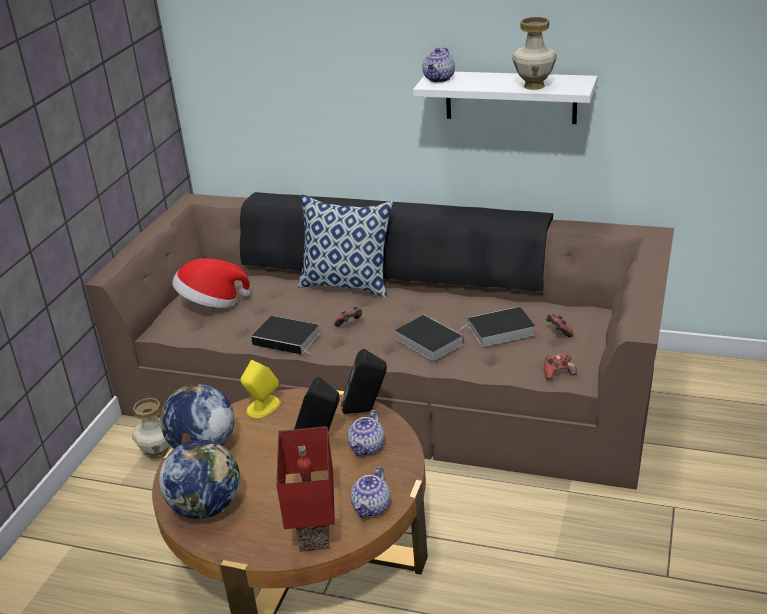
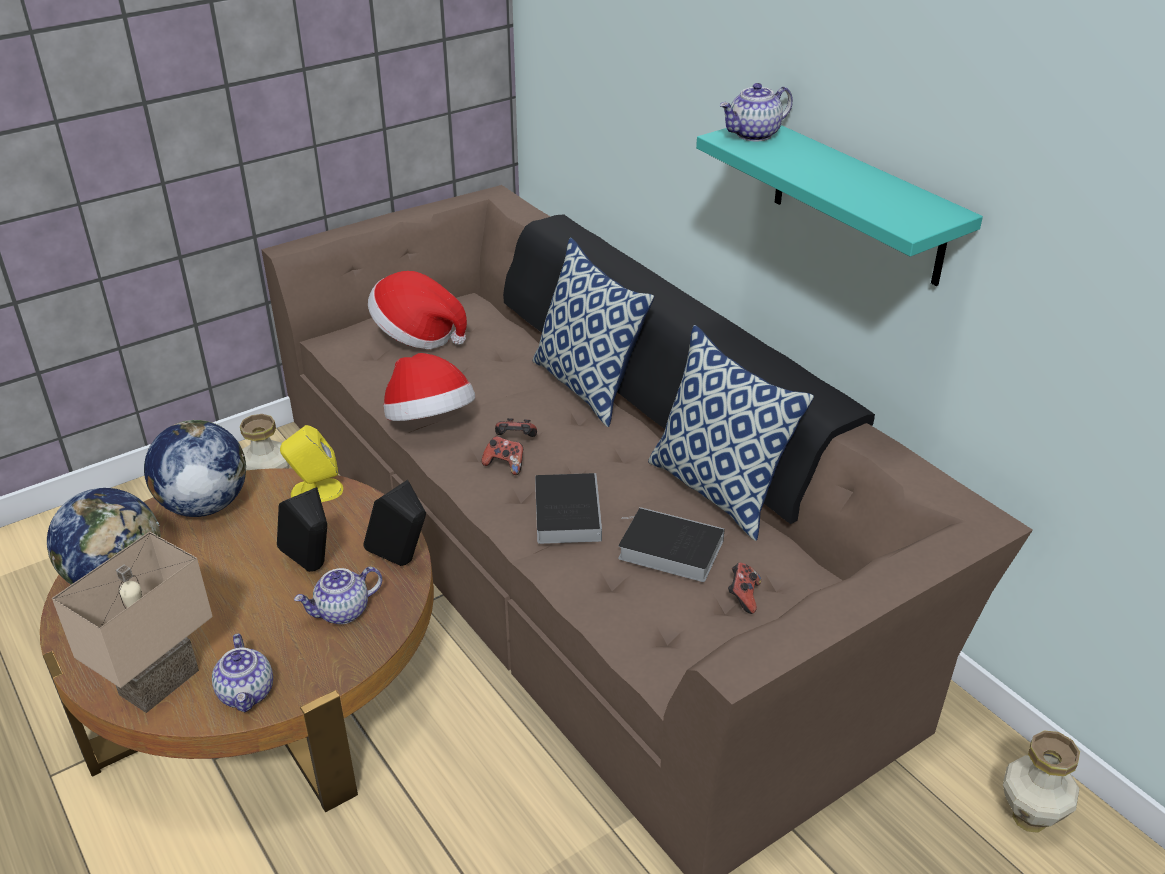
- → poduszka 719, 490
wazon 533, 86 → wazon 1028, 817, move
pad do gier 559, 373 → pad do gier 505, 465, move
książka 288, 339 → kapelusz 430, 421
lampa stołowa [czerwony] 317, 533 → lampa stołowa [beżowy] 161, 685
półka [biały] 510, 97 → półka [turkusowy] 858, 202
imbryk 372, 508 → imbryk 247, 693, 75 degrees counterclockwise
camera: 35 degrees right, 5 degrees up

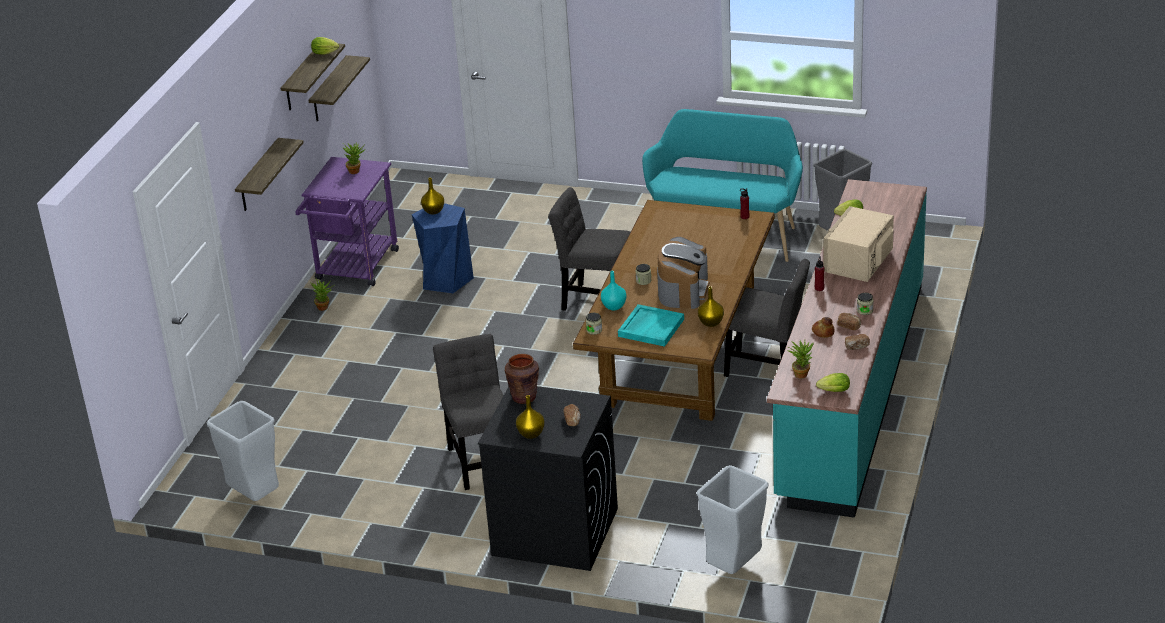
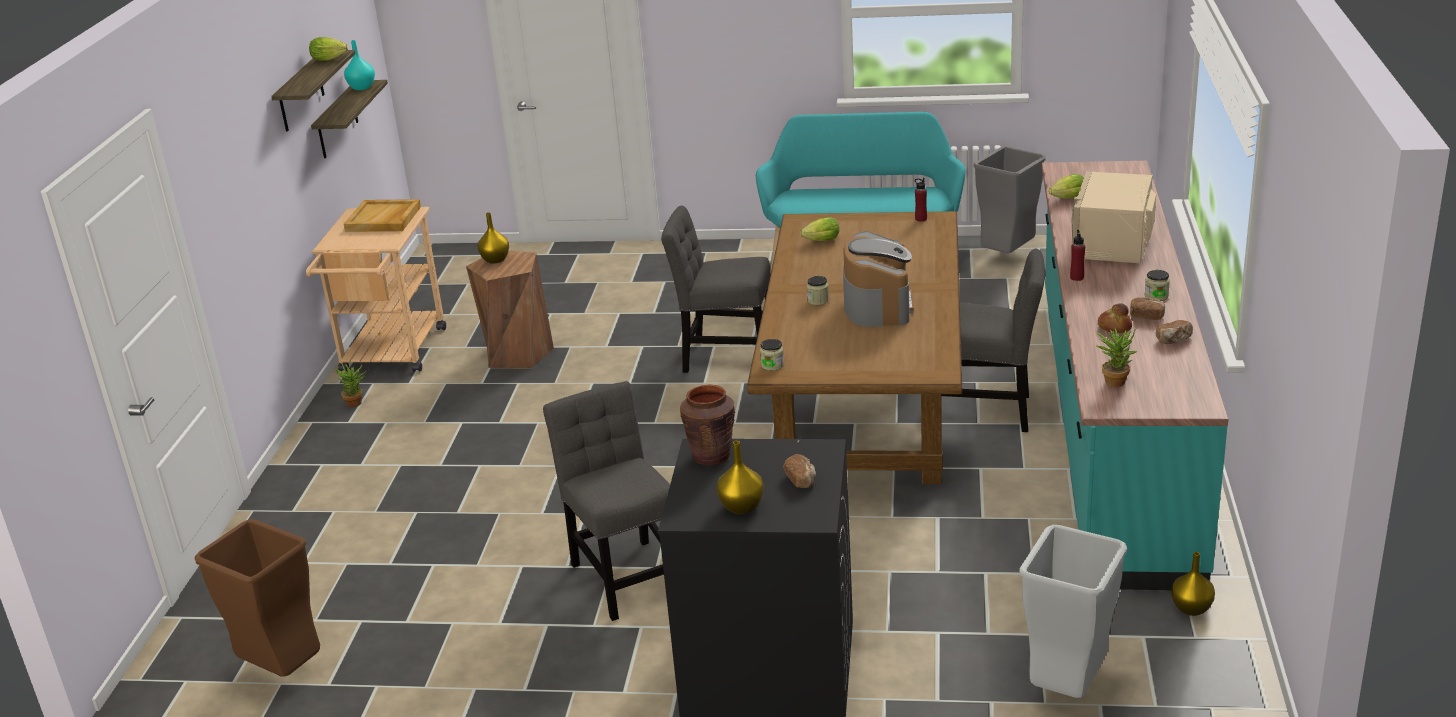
półka 259, 176 → -
taca [turkusowy] 651, 327 → -
wazon [turkusowy] 614, 306 → wazon [turkusowy] 362, 87, move
wazon [żółty] 710, 323 → wazon [żółty] 1191, 609, move
sałata 832, 391 → sałata 820, 241, move
roślina doniczkowa 356, 171 → taca [beżowy] 384, 219
kosz na śmieci [szary] 255, 497 → kosz na śmieci [brązowy] 283, 671
wózek [fioletowy] 354, 269 → wózek [beżowy] 391, 355
stołek [niebieski] 446, 279 → stołek [brązowy] 517, 354
camera: 10 degrees left, 5 degrees down

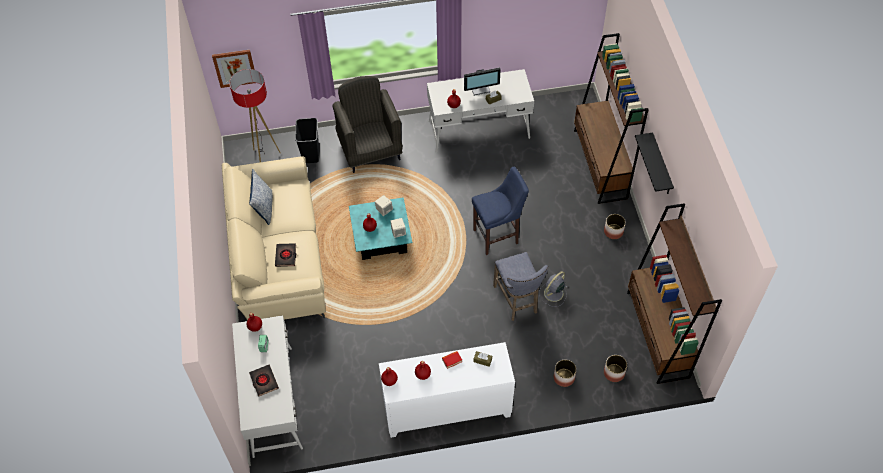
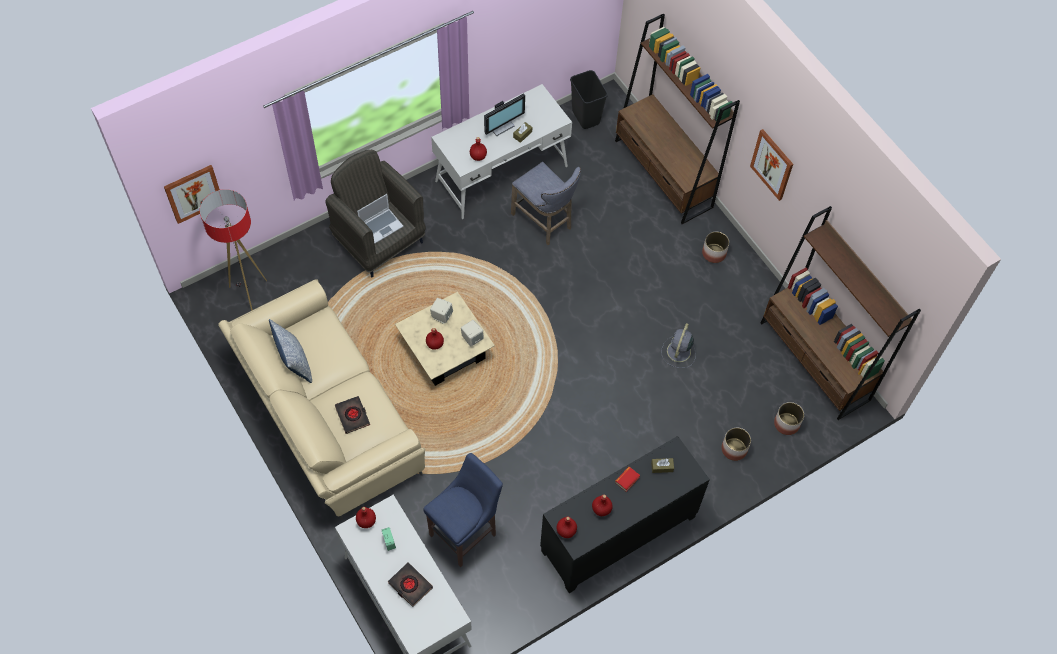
- → laptop 381, 226
kosz na śmieci [czarny] 311, 154 → kosz na śmieci [czarny] 586, 117, move
stołek [niebieski] 498, 236 → stołek [niebieski] 465, 533, move
stołek [szary] 517, 301 → stołek [szary] 544, 222, move
półka [czarny] 661, 165 → obraz 772, 164
ława [turkusowy] 381, 238 → ława [beżowy] 445, 350
szafka [biały] 447, 409 → szafka [czarny] 618, 535
camera: 25 degrees left, 5 degrees up

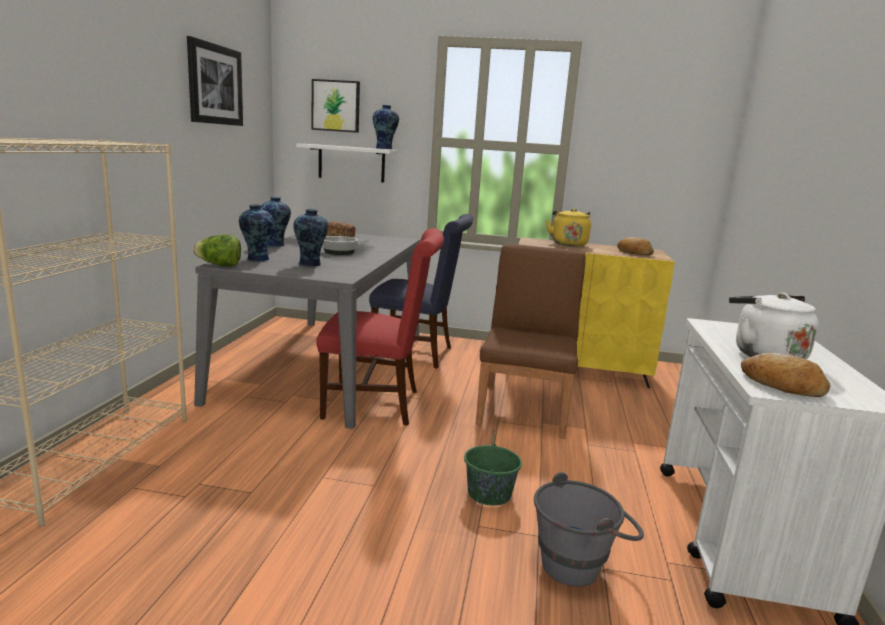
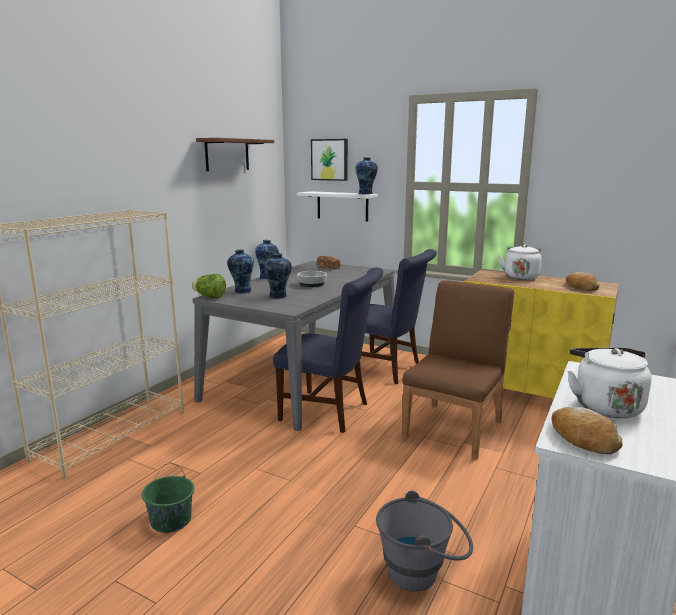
wiadro [zielony] 489, 494 → wiadro [zielony] 170, 520, move
obraz 215, 84 → półka [brązowy] 227, 154
krzesło [czerwony] 379, 404 → krzesło [niebieski] 330, 412
czajnik [żółty] 568, 244 → czajnik [biały] 520, 277
camera: 20 degrees right, 0 degrees up

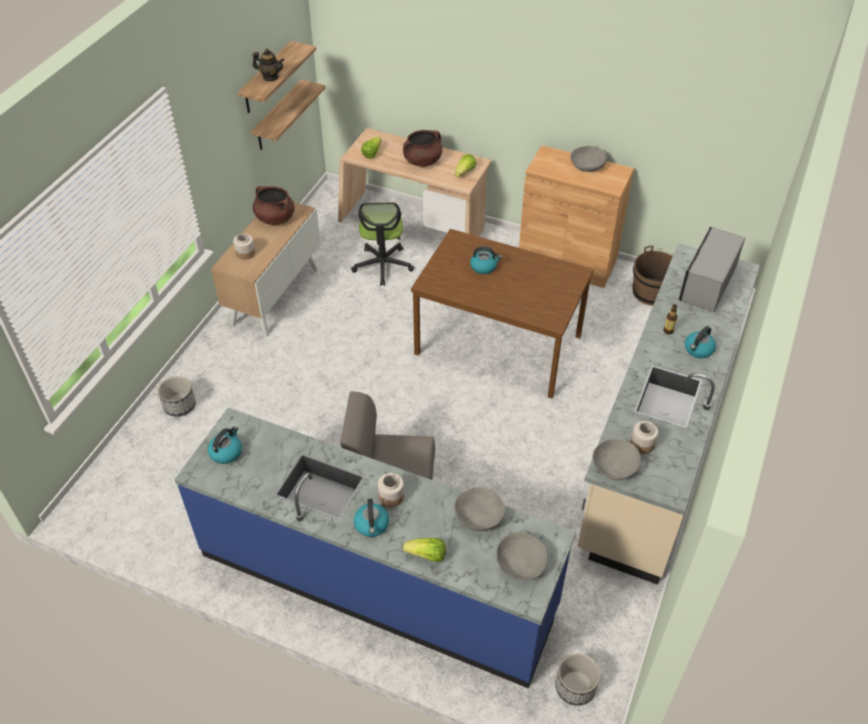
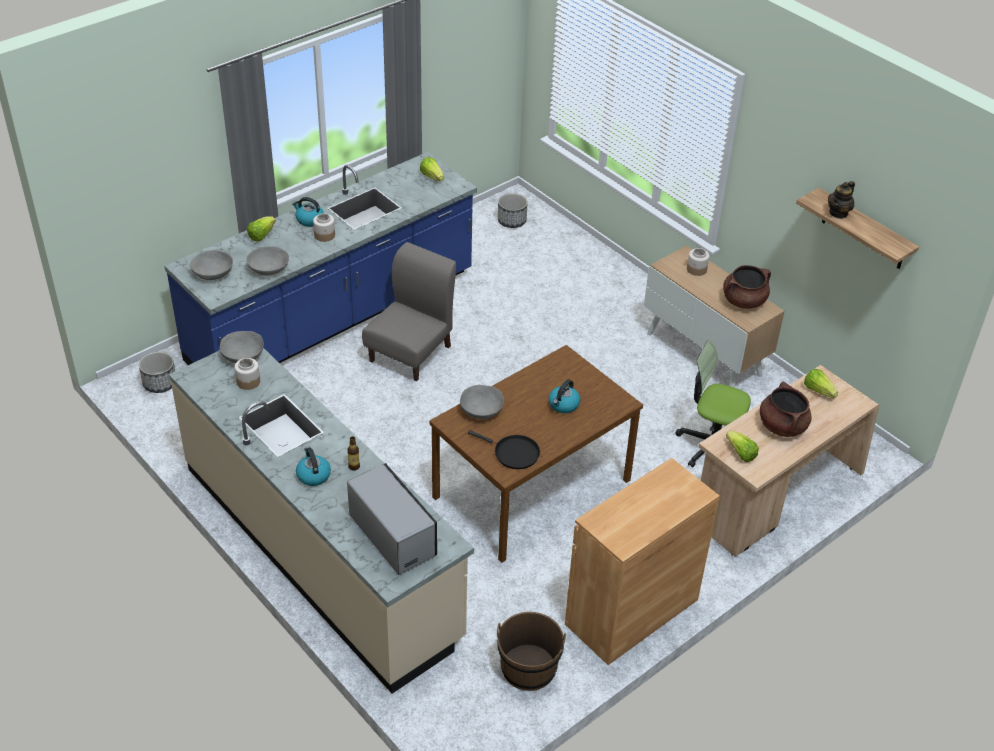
półka 278, 116 → -
- → patelnia [czarny] 513, 453
donica 179, 405 → donica 512, 221, move
miska [szary] 587, 166 → miska [szary] 481, 410, move
czajnik 226, 452 → sałata 432, 176
camera: 115 degrees right, 5 degrees down

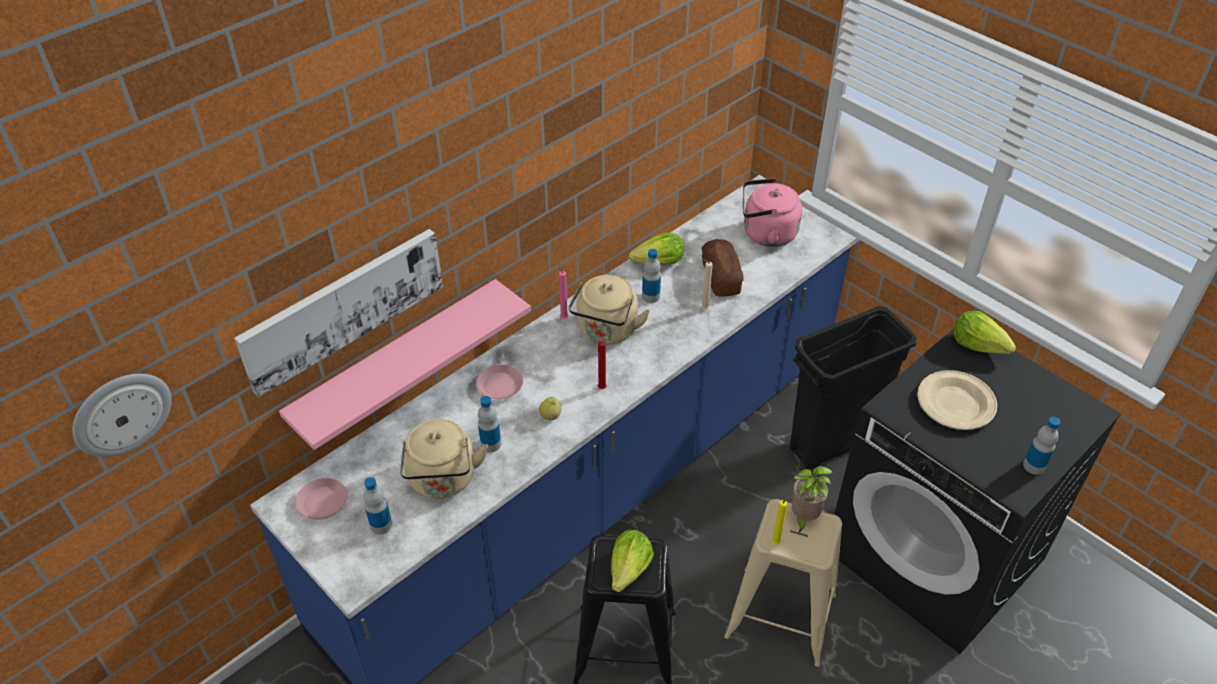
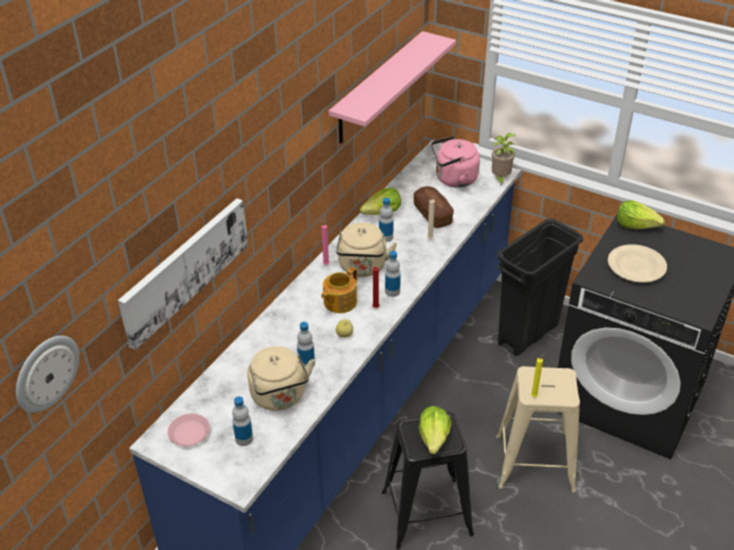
talerz [różowy] 500, 385 → -
- → imbryk 339, 302
półka [różowy] 397, 363 → półka [różowy] 378, 88, move
roślina doniczkowa 803, 518 → roślina doniczkowa 500, 179, move
butelka 1034, 466 → butelka 392, 291, move
camera: 15 degrees left, 5 degrees down

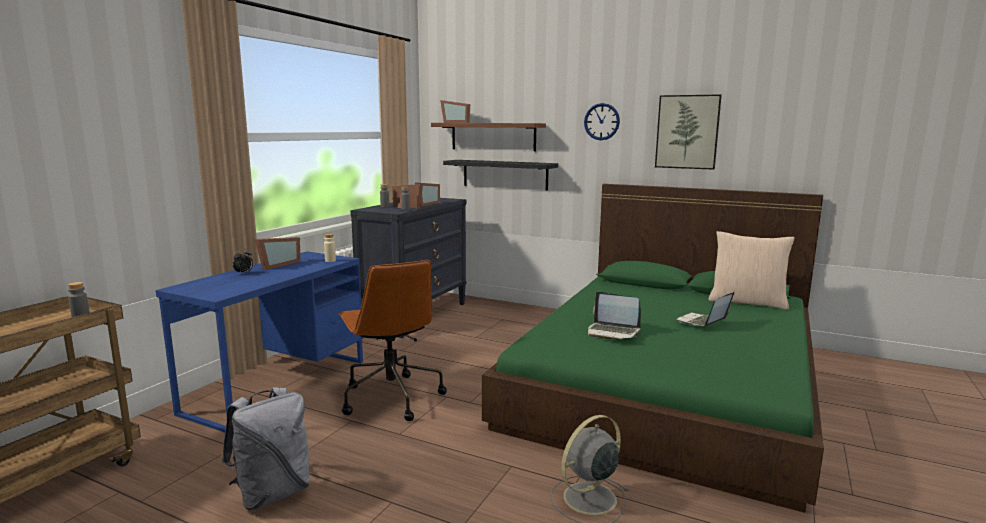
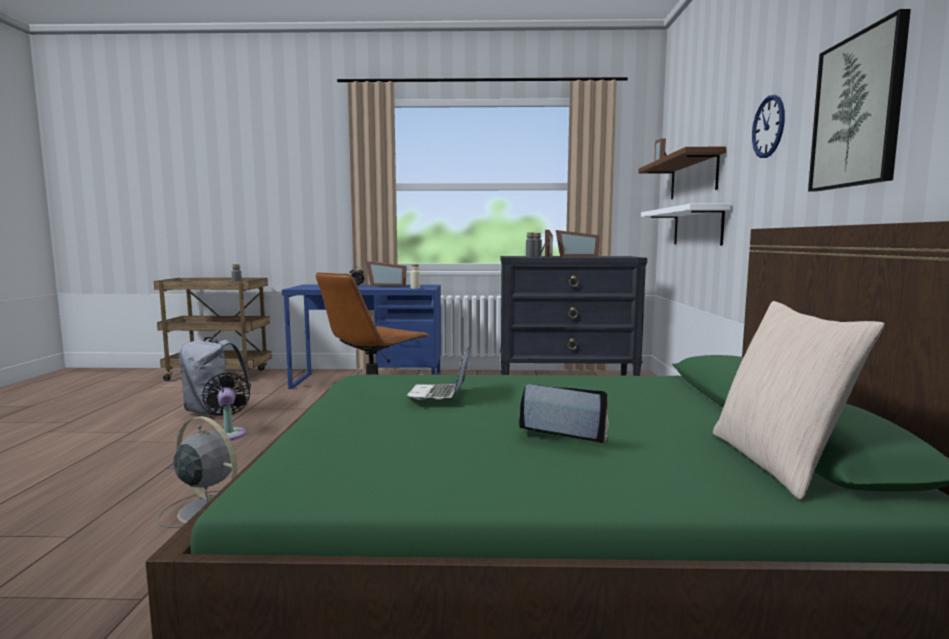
- → wentylator [czarny] 229, 434
półka [czarny] 505, 174 → półka [biały] 697, 226
camera: 65 degrees right, 5 degrees down

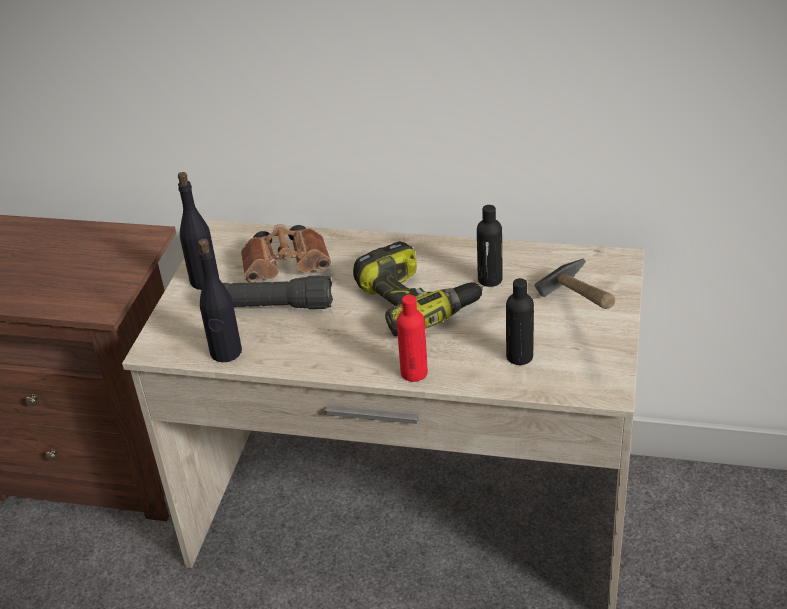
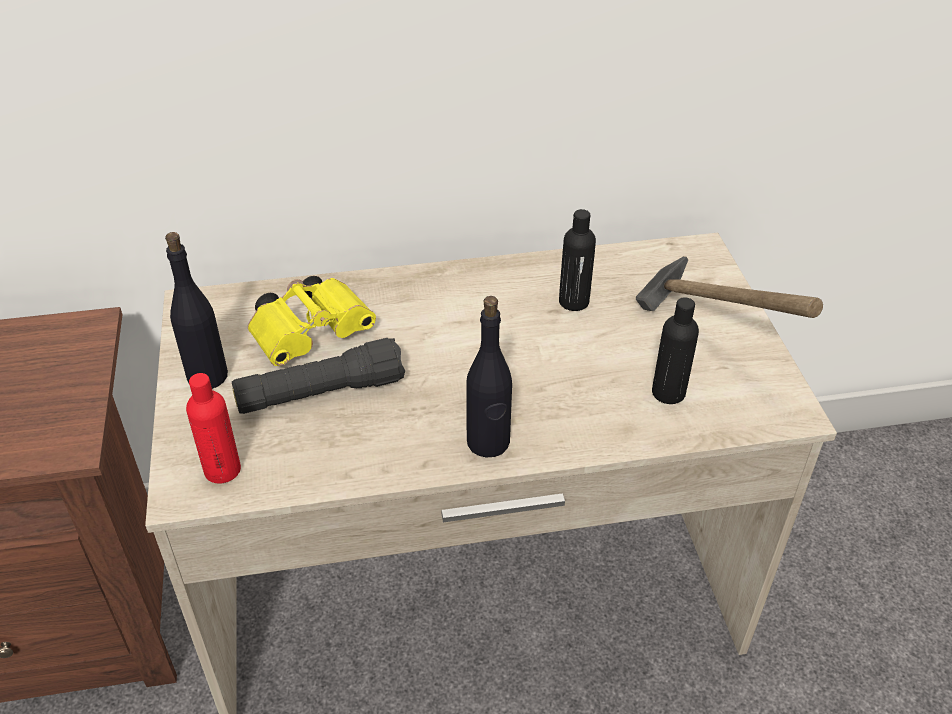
wiertarka 417, 301 → -
butelka [czarny] 226, 352 → butelka [czarny] 488, 442, move
butelka [czerwony] 414, 373 → butelka [czerwony] 222, 470, move
lornetka [brązowy] 289, 267 → lornetka [żółty] 314, 334
camera: 25 degrees left, 5 degrees up

